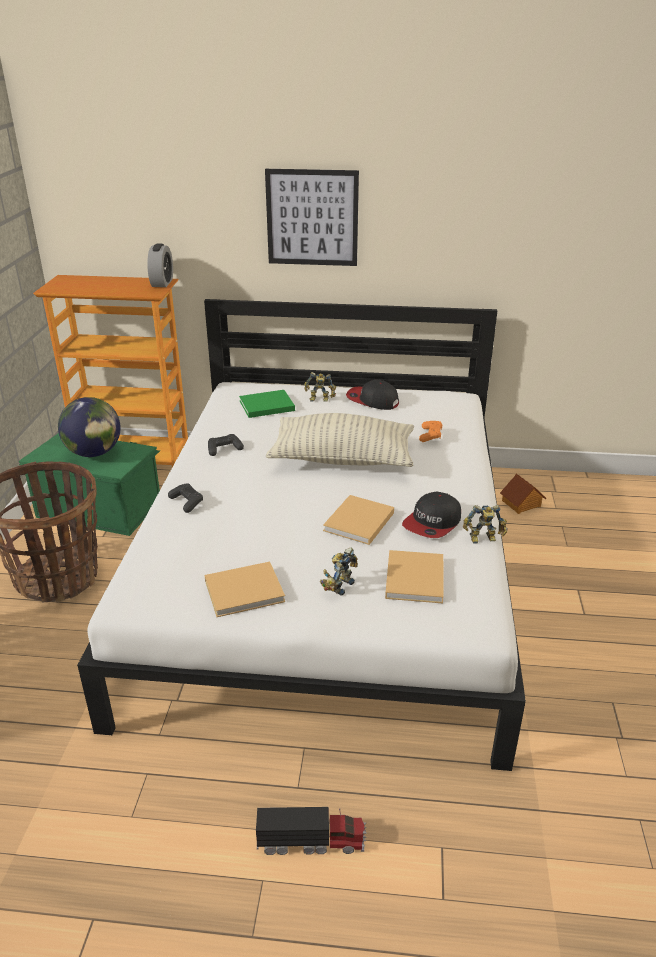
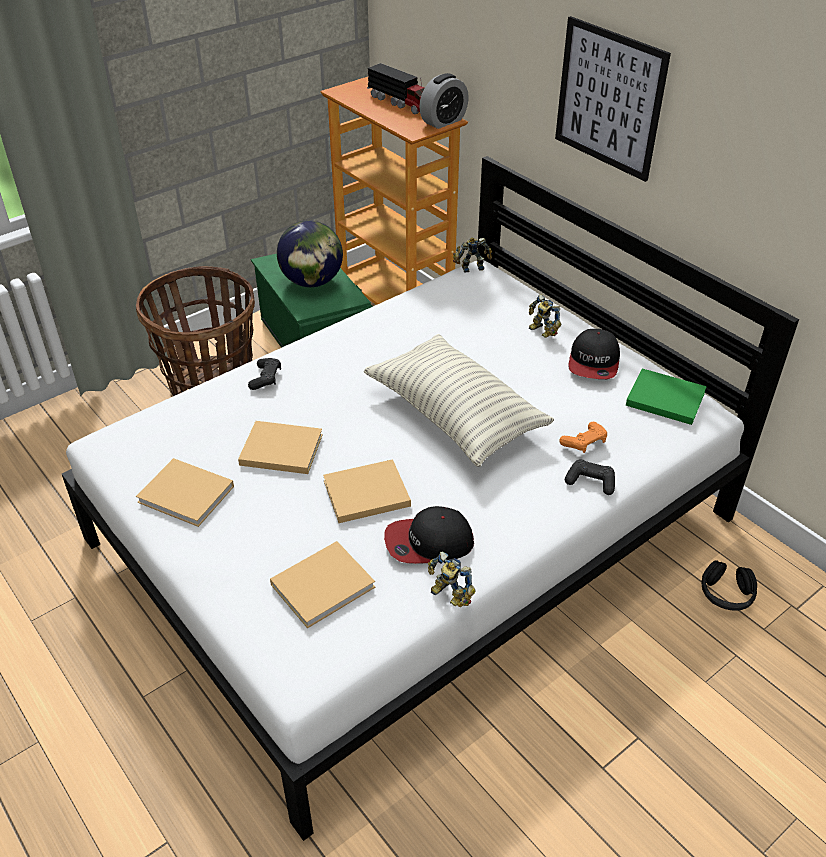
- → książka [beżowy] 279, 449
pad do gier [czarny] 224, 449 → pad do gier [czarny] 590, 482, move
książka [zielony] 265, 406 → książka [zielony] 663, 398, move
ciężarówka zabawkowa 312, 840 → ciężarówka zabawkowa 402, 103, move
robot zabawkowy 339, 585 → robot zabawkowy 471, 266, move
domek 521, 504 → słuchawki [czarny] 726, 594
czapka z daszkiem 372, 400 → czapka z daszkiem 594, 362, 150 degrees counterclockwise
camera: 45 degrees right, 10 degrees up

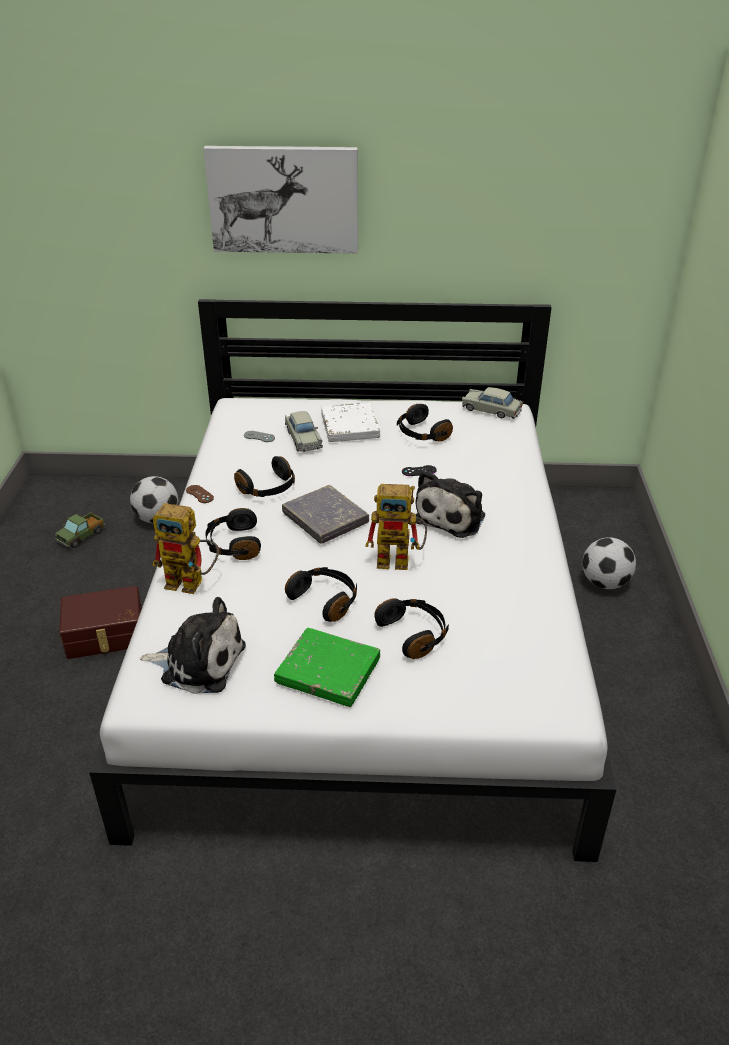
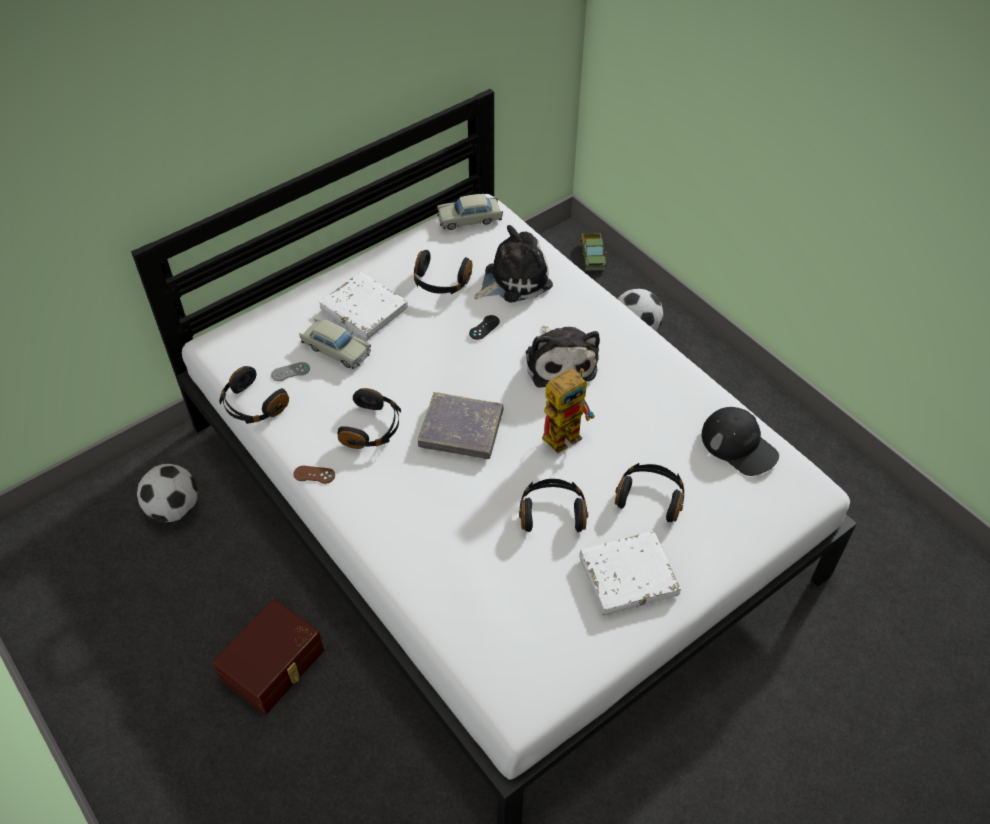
robot zabawkowy 192, 583 → -
obraz 284, 199 → -
- → czapka z daszkiem [czarny] 739, 445
ciężarówka zabawkowa 81, 536 → ciężarówka zabawkowa 592, 257, move
pluszak 198, 662 → pluszak 513, 279, move
słuchawki [czarny] 233, 544 → słuchawki [czarny] 253, 406, move
książka [zielony] 328, 671 → książka [biały] 628, 576
camera: 40 degrees left, 15 degrees up

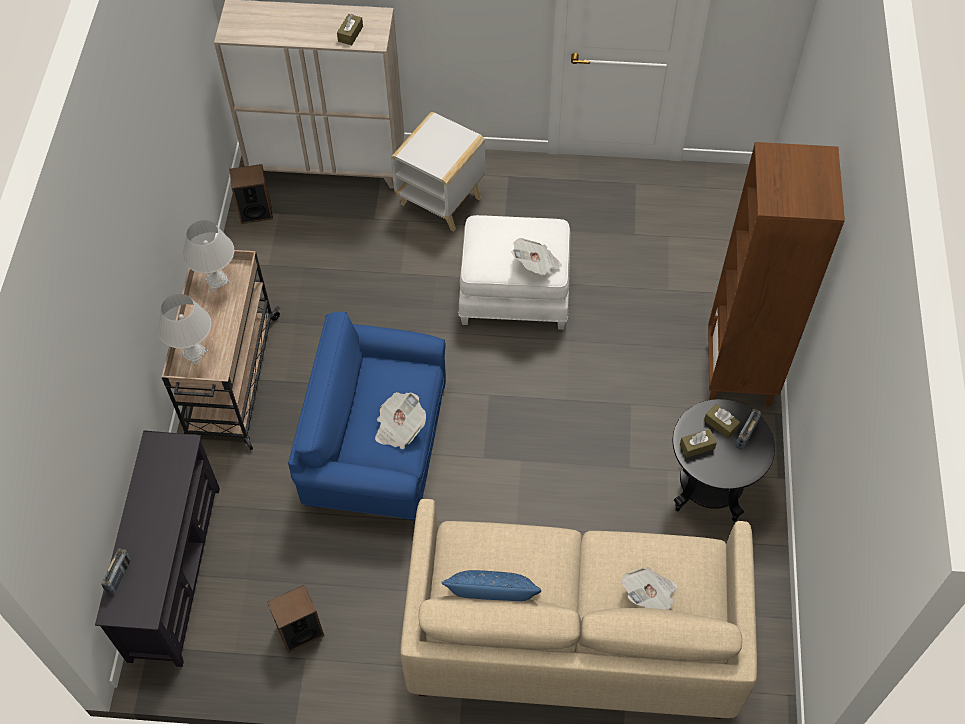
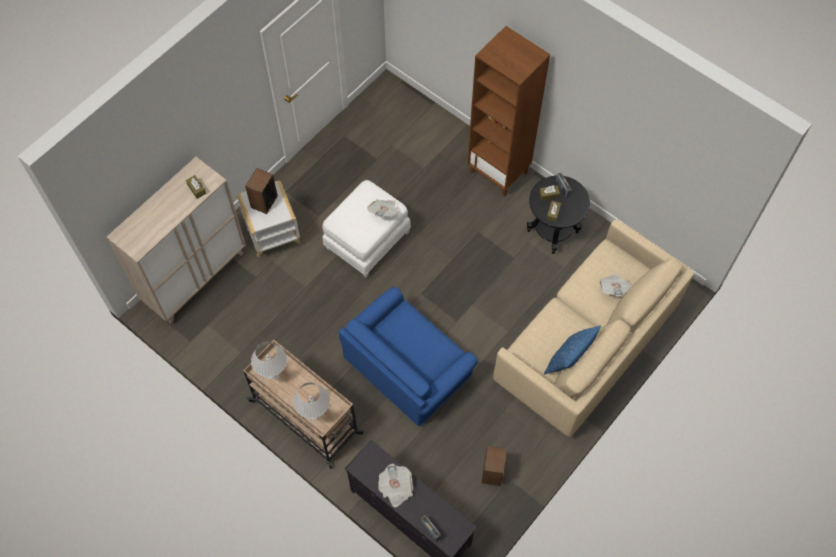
głośnik 255, 212 → głośnik 264, 201, move
gazeta 399, 428 → gazeta 396, 488, move
camera: 55 degrees left, 5 degrees up

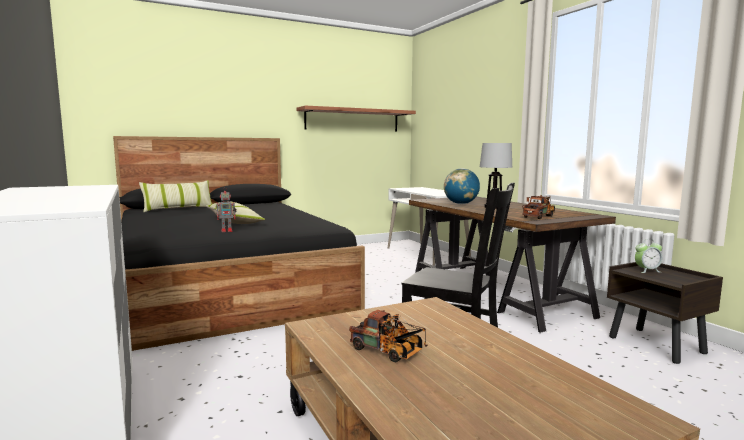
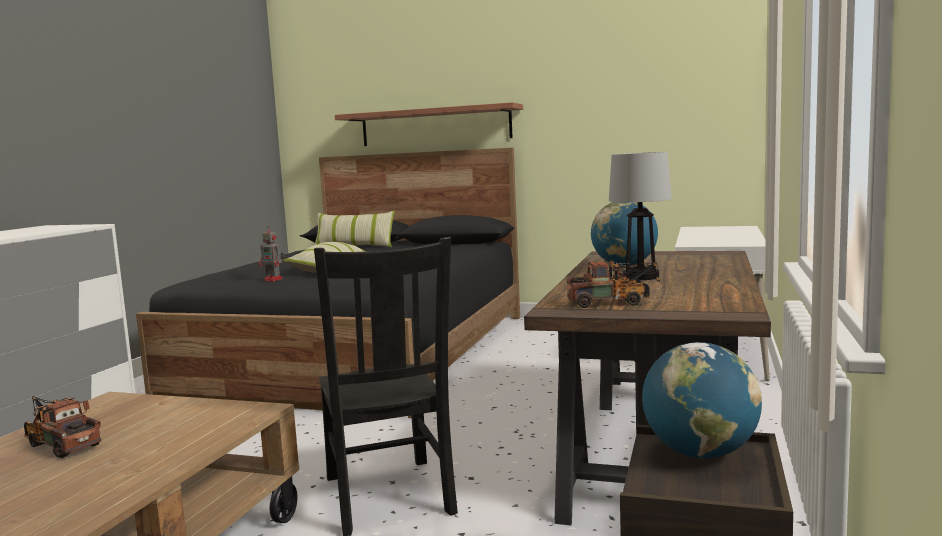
półka 352, 120 → półka 435, 126, move
budzik 647, 271 → globus 700, 453
ciężarówka zabawkowa 389, 352 → ciężarówka zabawkowa 61, 444, 135 degrees clockwise
camera: 45 degrees right, 0 degrees up

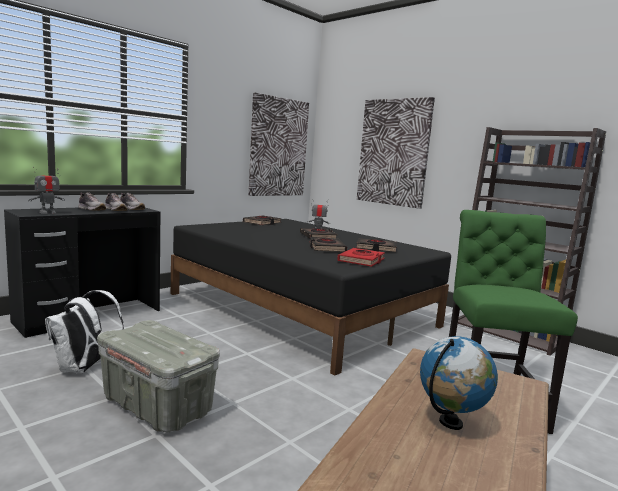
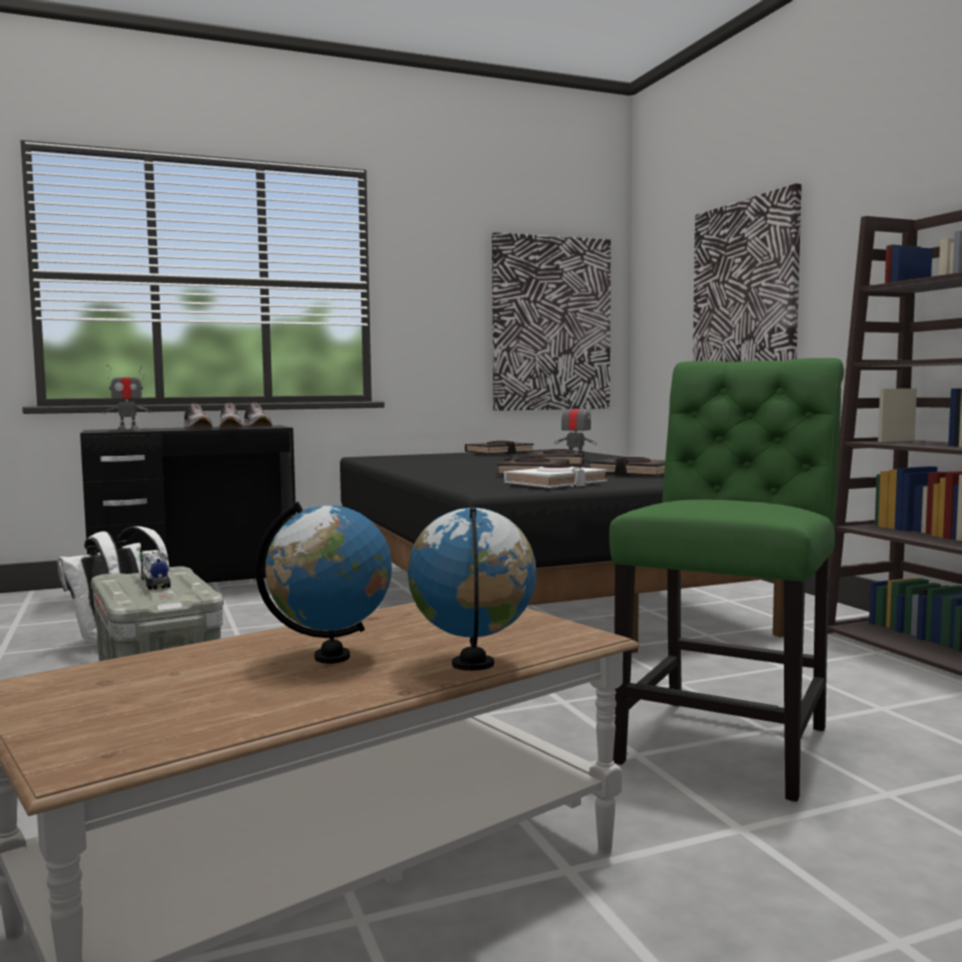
- → ciężarówka zabawkowa 155, 583
- → globus 473, 664
książka [czerwony] 361, 260 → książka [biały] 556, 484
camera: 25 degrees right, 5 degrees down

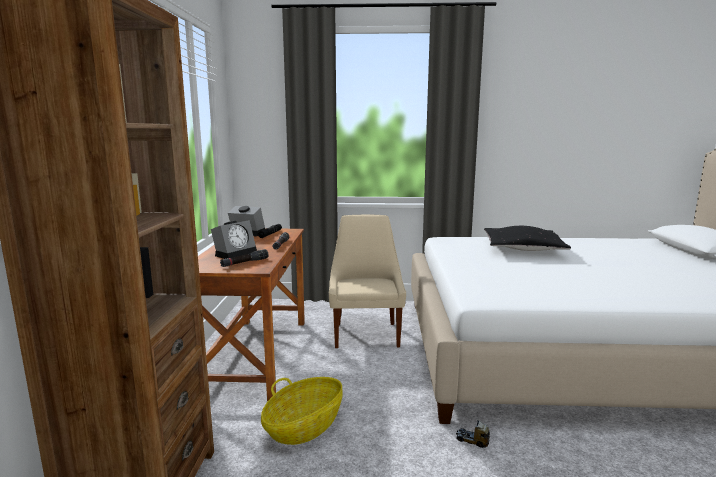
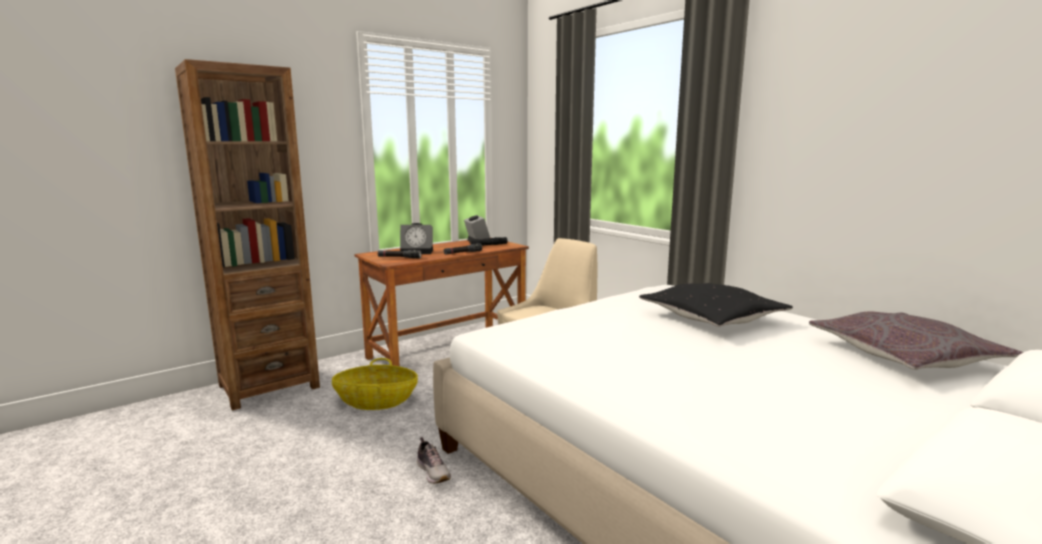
- → poduszka [szary] 904, 355
ciężarówka zabawkowa 472, 441 → but 433, 472
camera: 50 degrees right, 0 degrees up

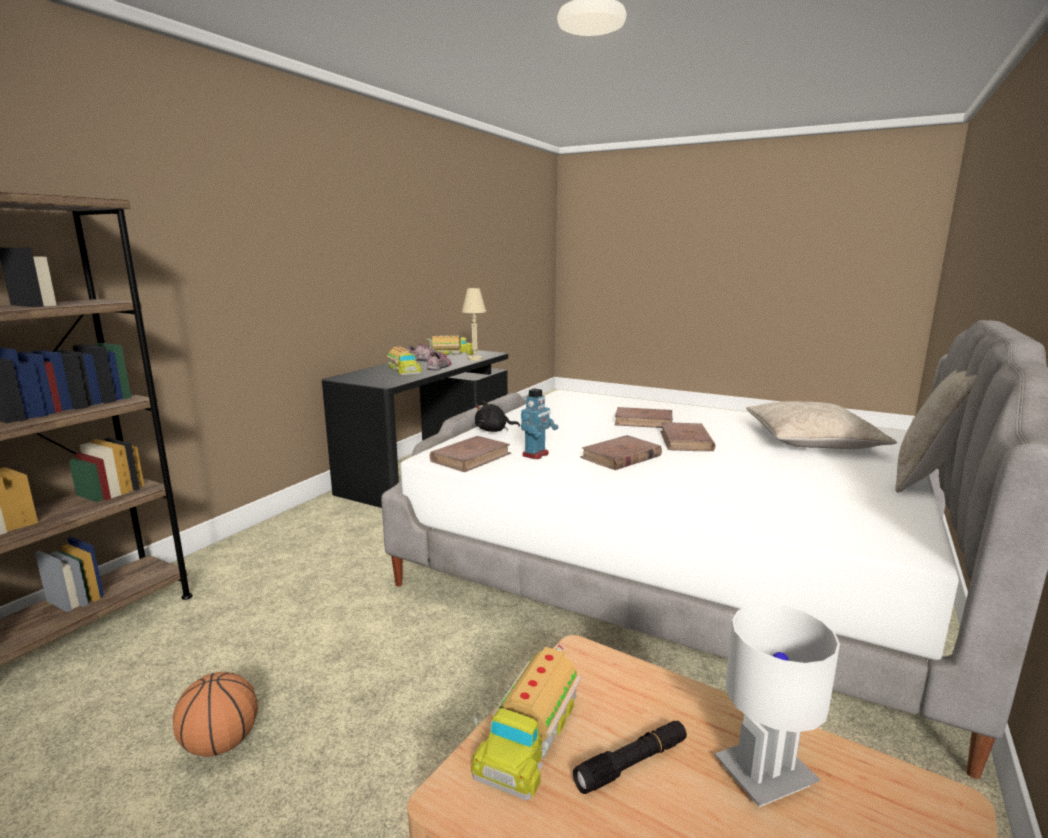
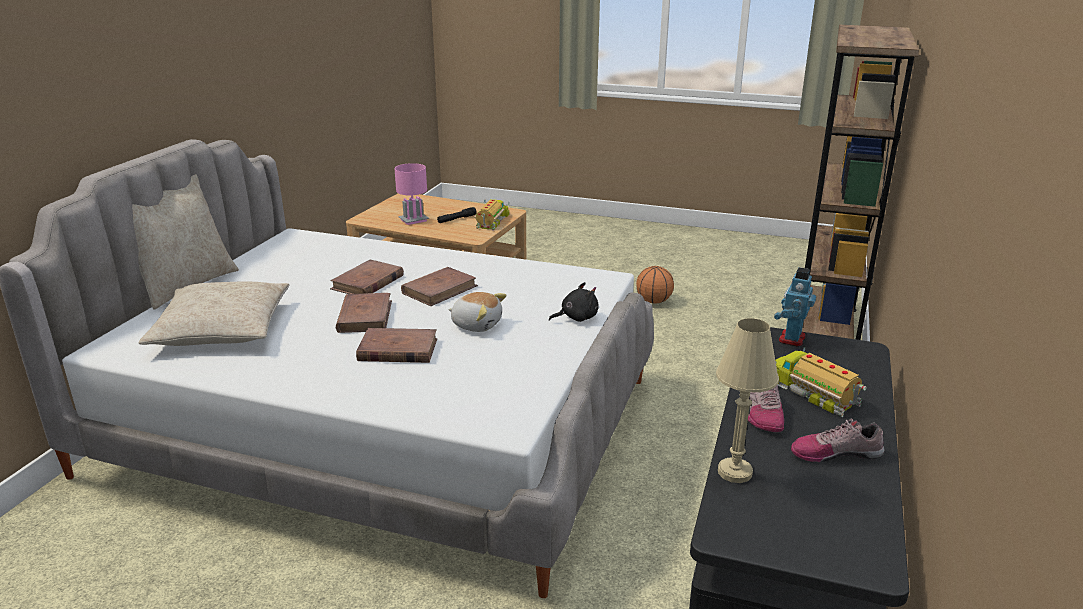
ciężarówka zabawkowa 452, 353 → -
- → pluszak 477, 324
książka [brązowy] 471, 457 → książka [brązowy] 367, 282, move
robot zabawkowy 536, 455 → robot zabawkowy 791, 339, move
lampa stołowa [biały] 764, 774 → lampa stołowa [różowy] 413, 220
camera: 170 degrees right, 10 degrees up

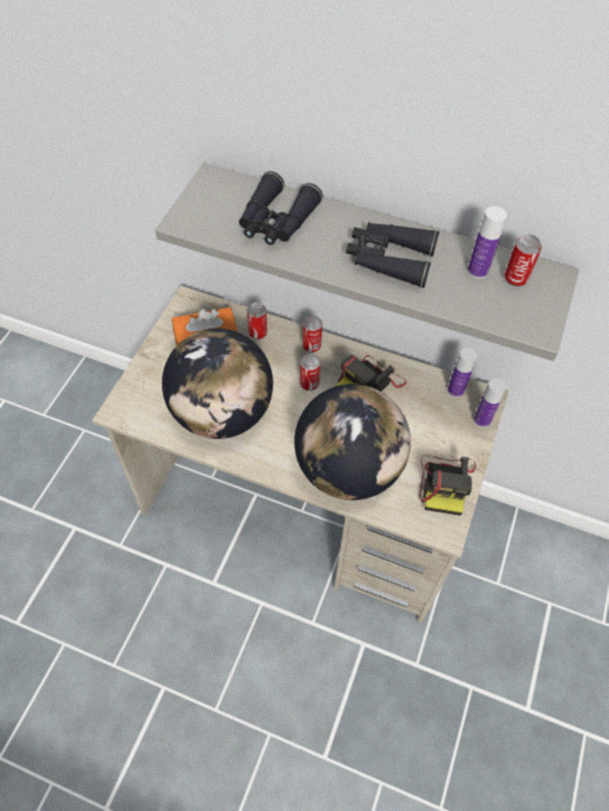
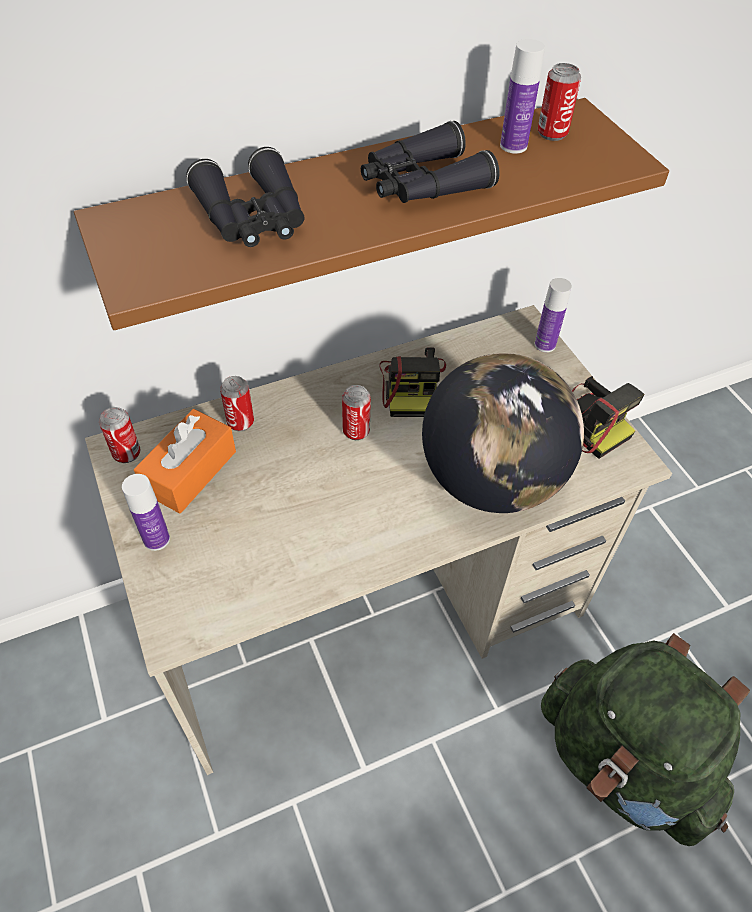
globus 222, 413 → -
- → plecak [zielony] 621, 761
puszka 311, 346 → puszka 127, 453, move
butelka 455, 390 → butelka 156, 539, move
półka [szary] 377, 246 → półka [brązowy] 352, 205
camera: 45 degrees left, 5 degrees down

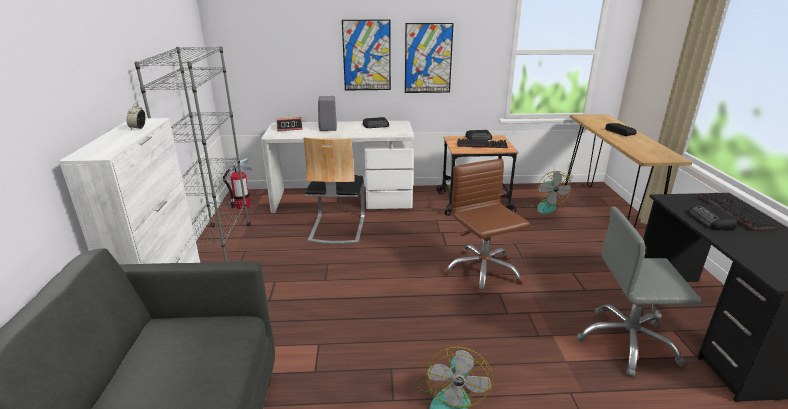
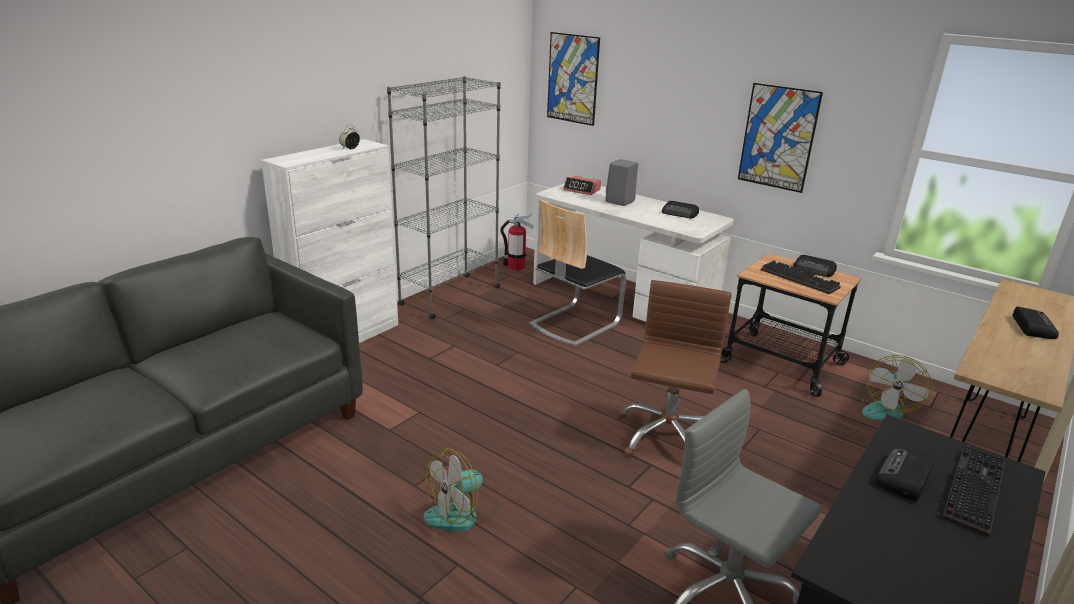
obraz 366, 55 → obraz 572, 79, move
camera: 40 degrees right, 0 degrees up

